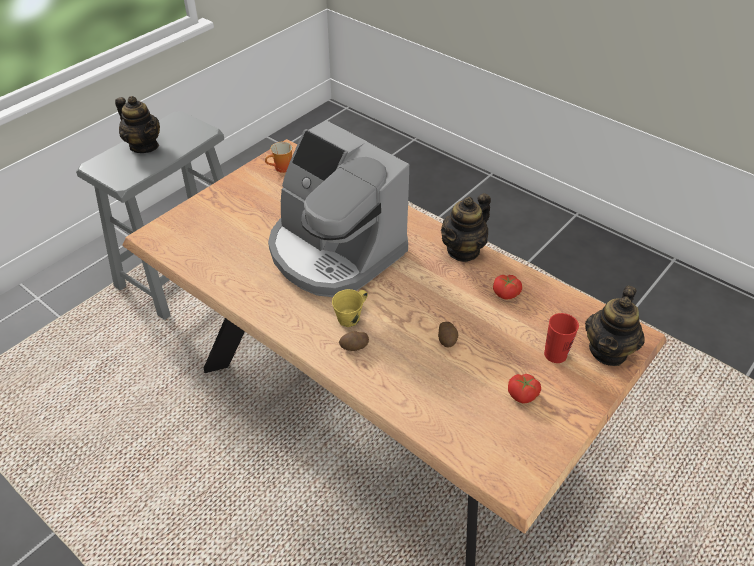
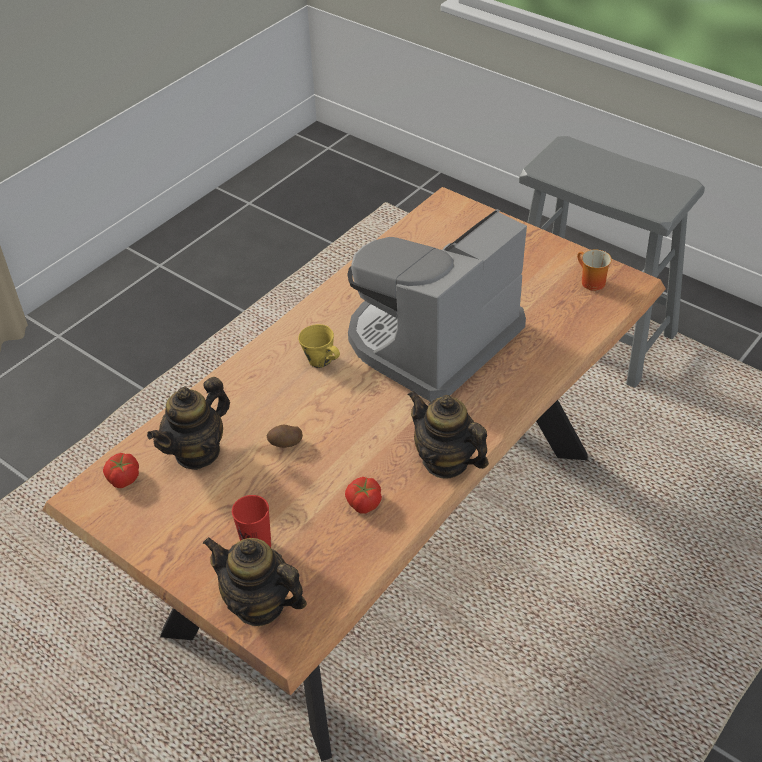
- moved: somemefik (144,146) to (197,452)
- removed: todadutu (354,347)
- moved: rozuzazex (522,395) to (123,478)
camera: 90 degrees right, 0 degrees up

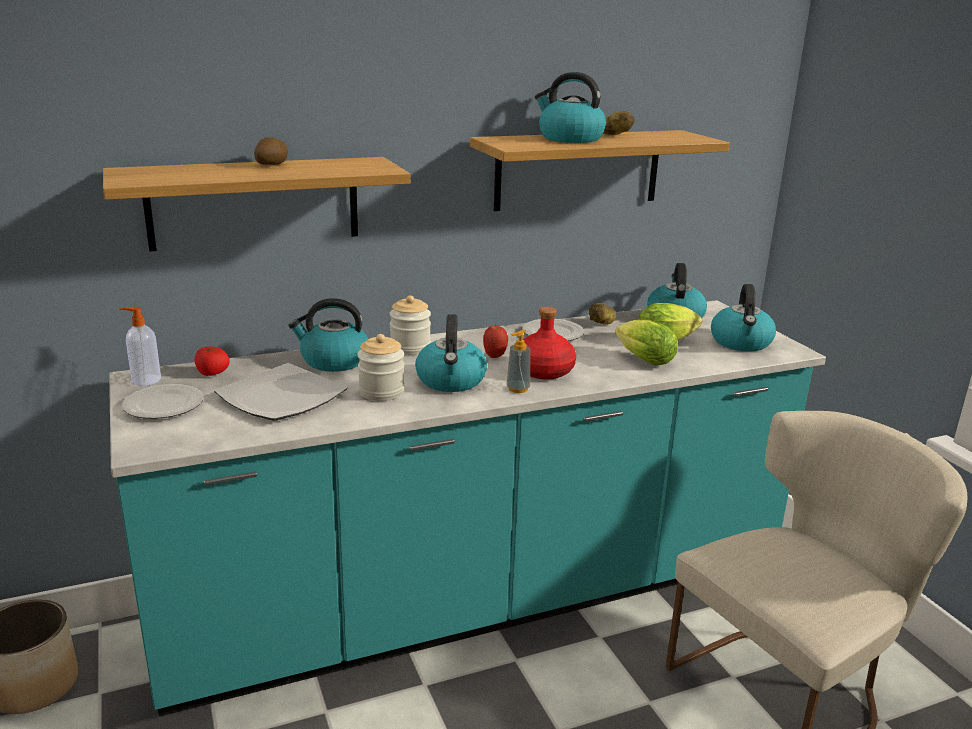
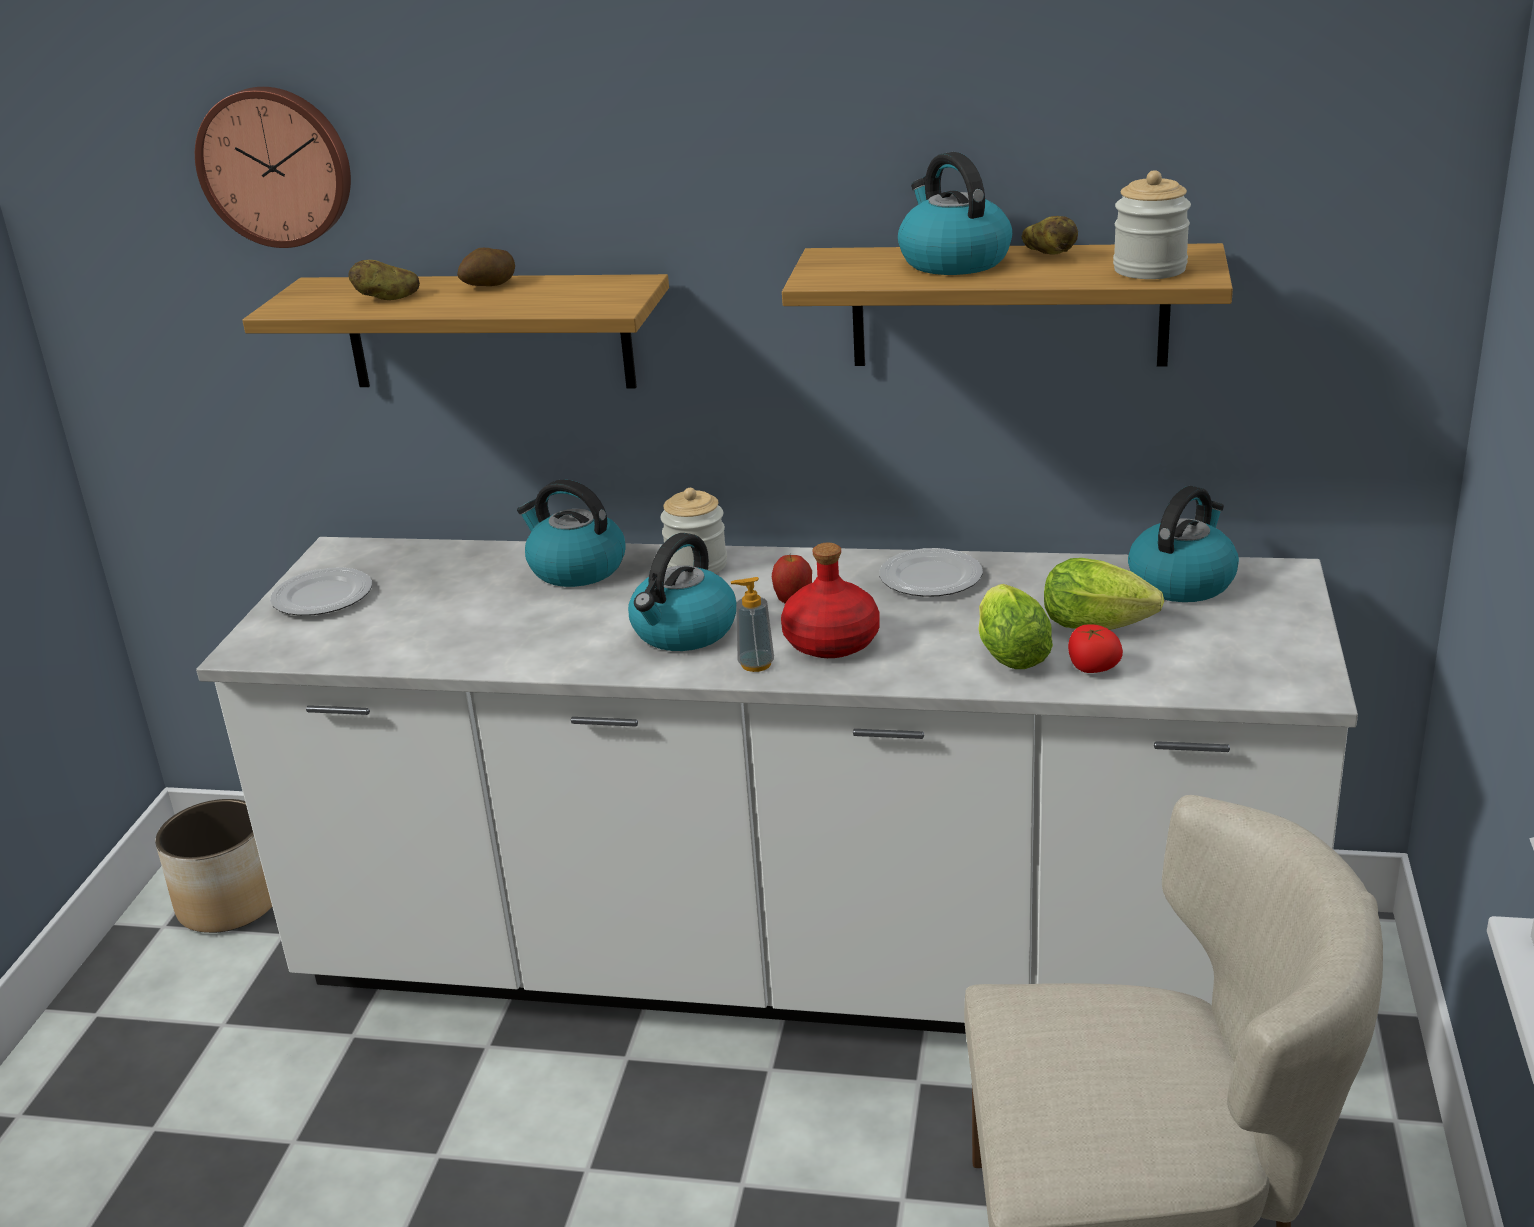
- recoloured: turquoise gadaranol (478,600) to white gadaranol (792,969)
- removed: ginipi (145,380)
- moved: rozuzazex (212,373) to (1092,668)
- removed: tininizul (280,397)
- moved: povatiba (381,392) to (1149,269)
- moved: todadutu (602,323) to (387,298)
- removed: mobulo (741,343)
- added: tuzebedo (277,166)
camera: 35 degrees right, 5 degrees up

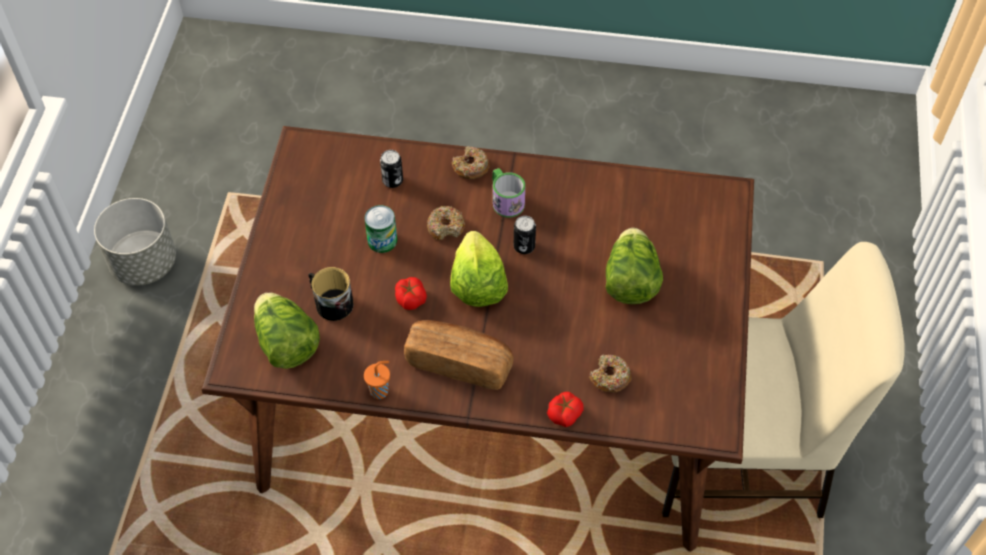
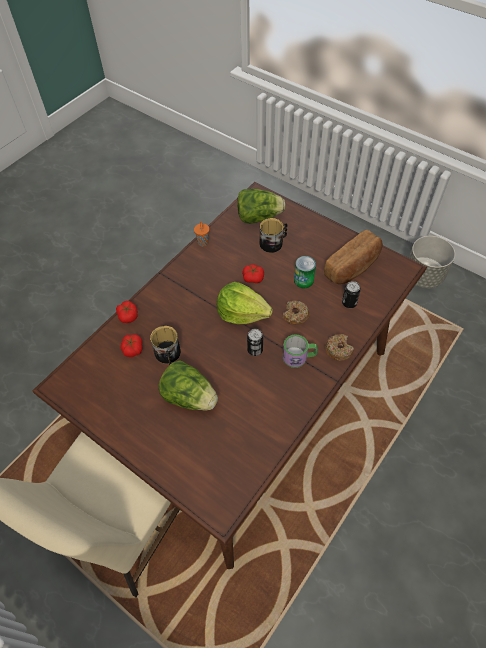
- moved: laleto (459,362) to (353,267)
- replaced: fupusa (610,377) to rozuzazex (132,349)
- added: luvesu (168,355)
camera: 120 degrees right, 0 degrees up

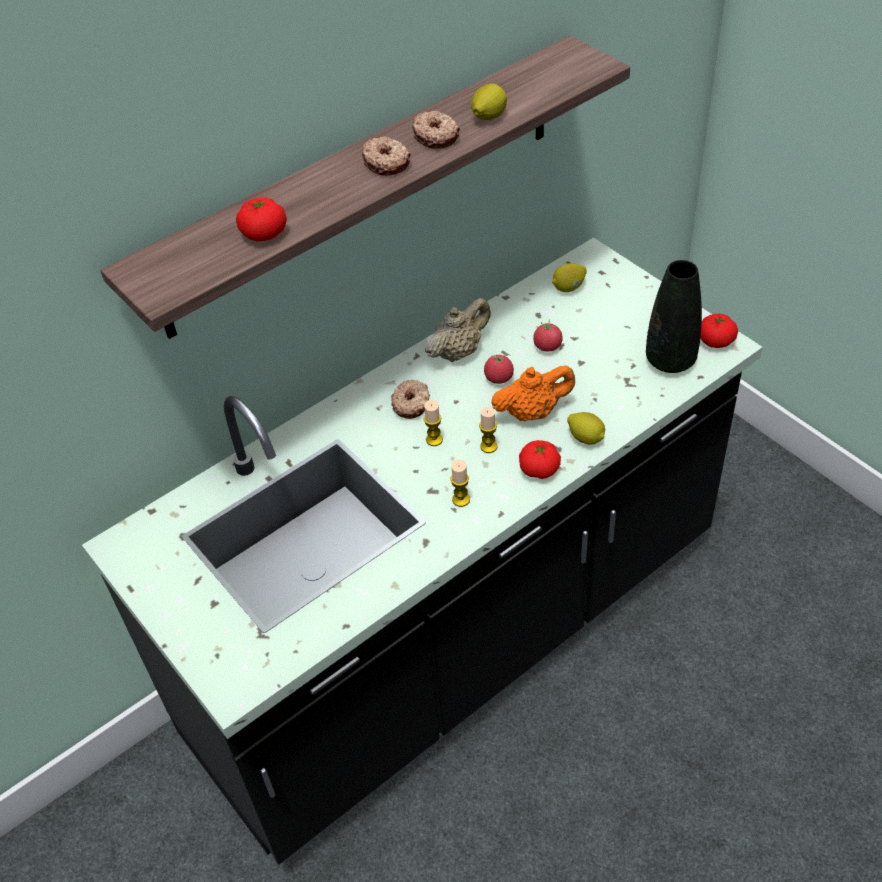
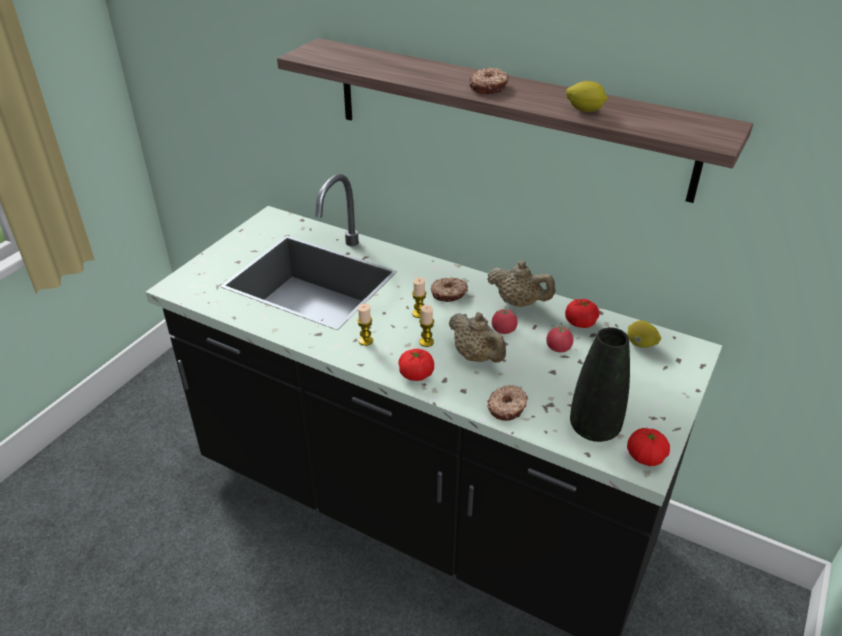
- moved: rozuzazex (264,233) to (580,323)
- moved: fupusa (436,136) to (507,408)
- recoloured: orange somemefik (532,412) to beige somemefik (476,357)
- removed: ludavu (586,438)
camera: 65 degrees right, 10 degrees down

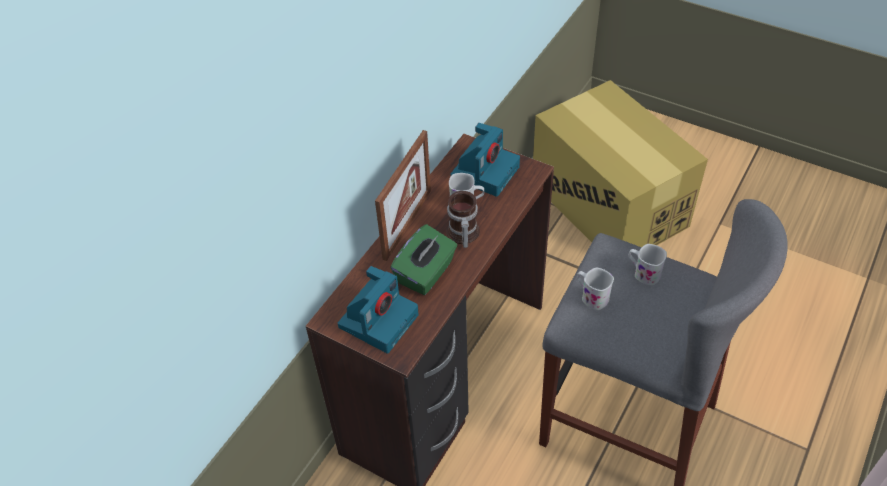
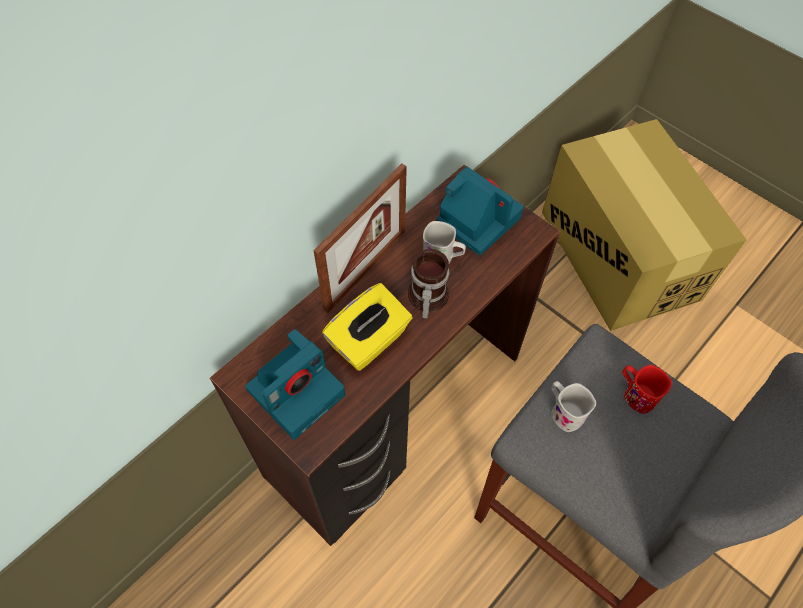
- recoloured: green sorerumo (426,273) to yellow sorerumo (369,341)
- turned: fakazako (485,171) = (476,219) 90 degrees counterclockwise
- recoloured: white luvesu (643,273) to red luvesu (635,394)
camera: 10 degrees right, 10 degrees up

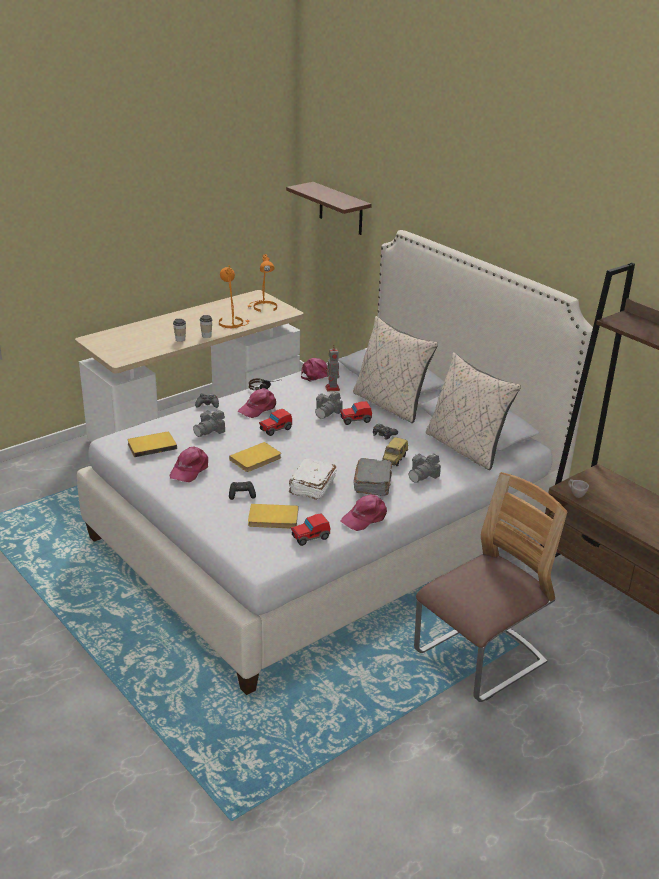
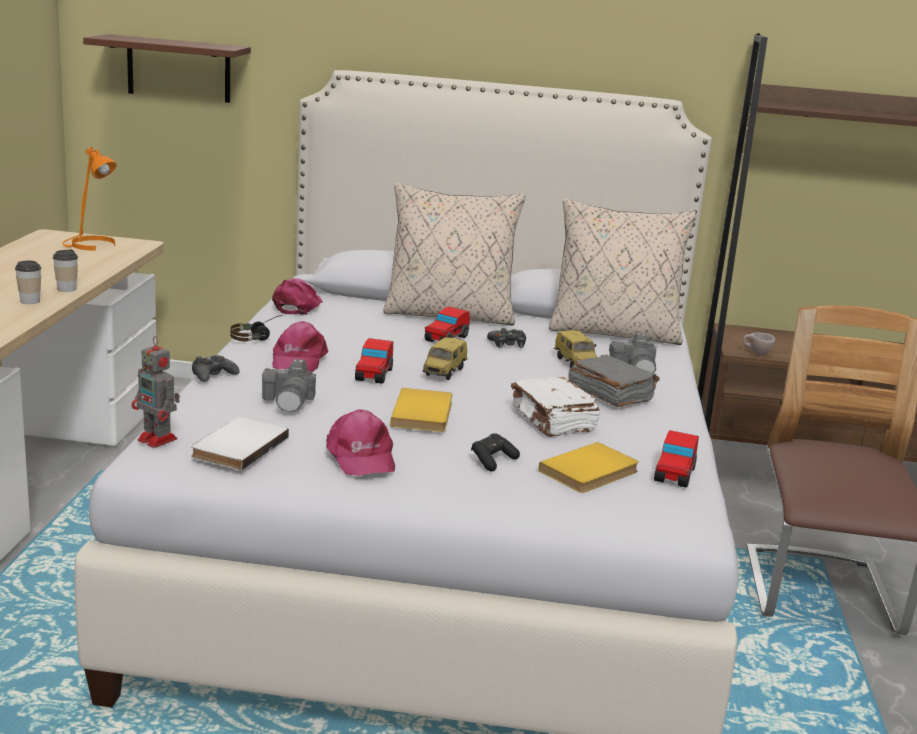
- recoloured: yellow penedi (151,445) to white penedi (237,446)
- removed: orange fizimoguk (232,323)
- removed: fakazako (327,412)
- moved: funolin (332,389) to (158,440)
- removed: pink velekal (365,517)
- added: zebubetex (445,373)
camera: 45 degrees left, 10 degrees down

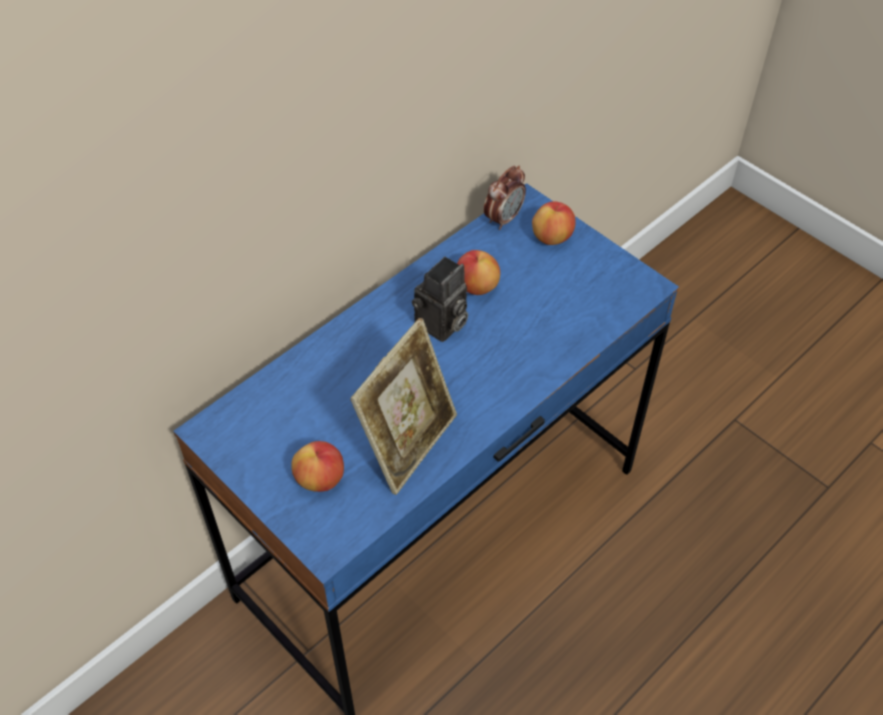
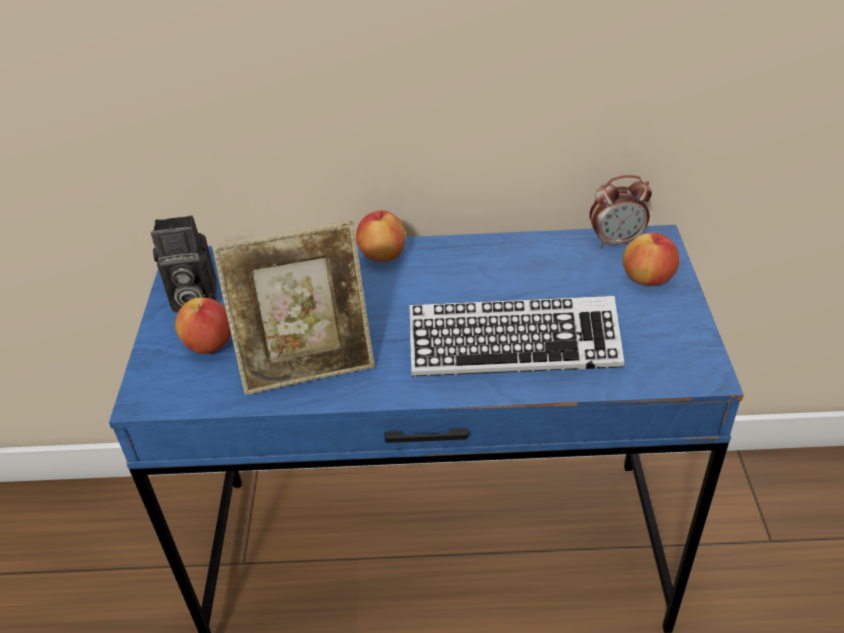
- moved: fakazako (441,326) to (191,299)
- moved: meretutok (476,286) to (382,255)
- added: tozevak (513,346)
camera: 45 degrees right, 10 degrees down

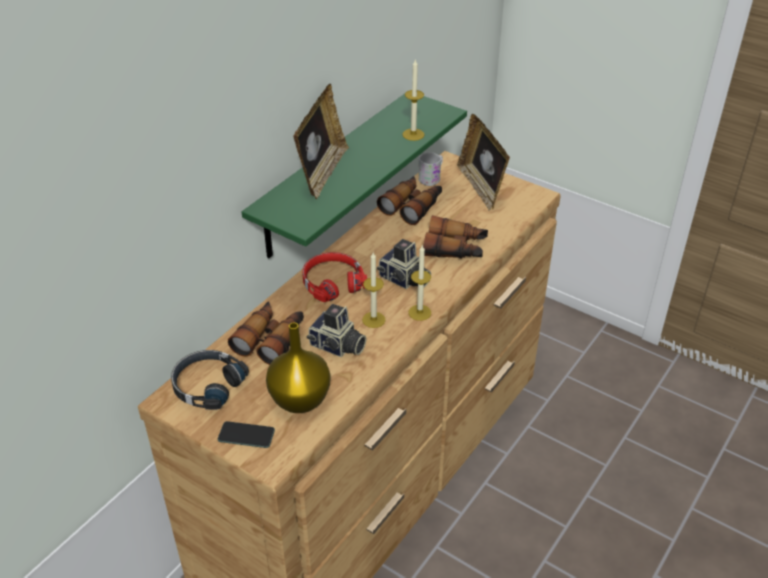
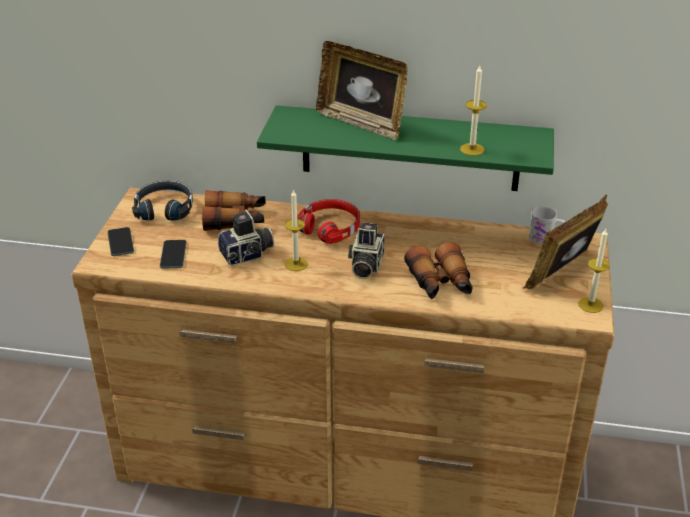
- replaced: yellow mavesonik (299,399) to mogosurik (173,255)
- turned: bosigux (322,173) = (361,122) 45 degrees clockwise
- turned: fakazako (337,346) = (247,255) 120 degrees counterclockwise
- removed: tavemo (412,206)
- moved: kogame (419,312) to (590,305)
camera: 65 degrees right, 5 degrees down

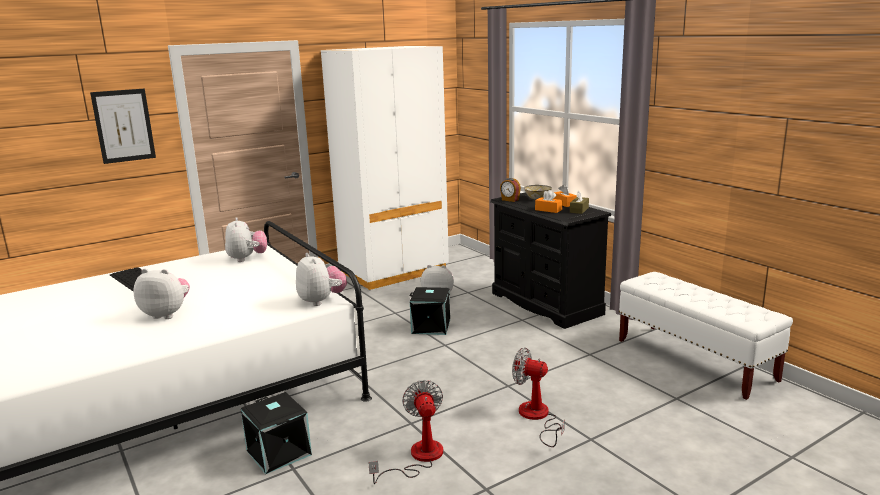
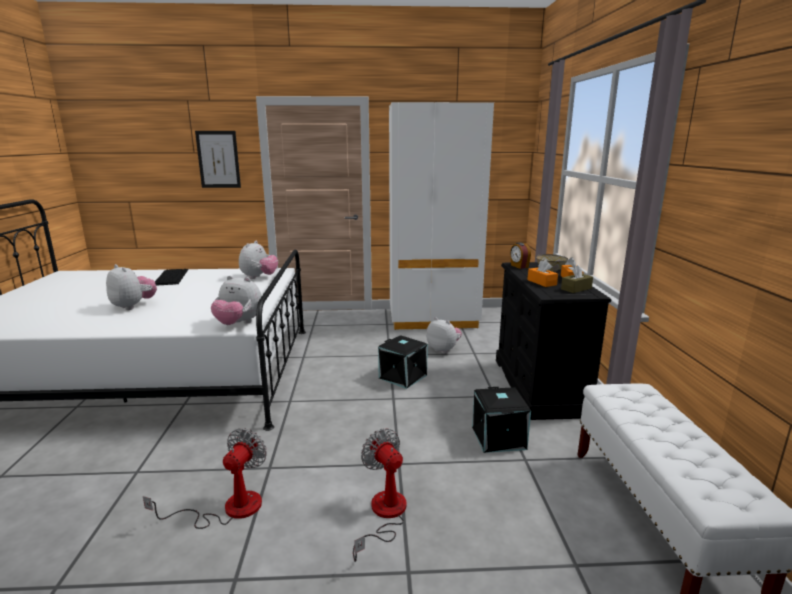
- moved: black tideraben (280,452) to (499,438)
- turned: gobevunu (321,301) = (239,324) 105 degrees clockwise
camera: 30 degrees right, 0 degrees up

